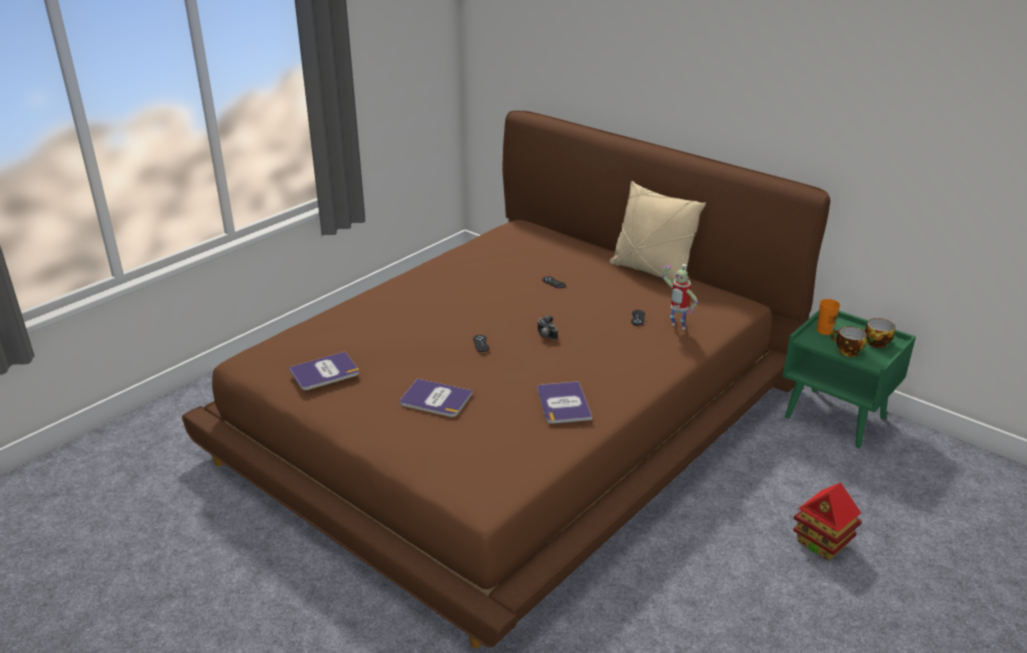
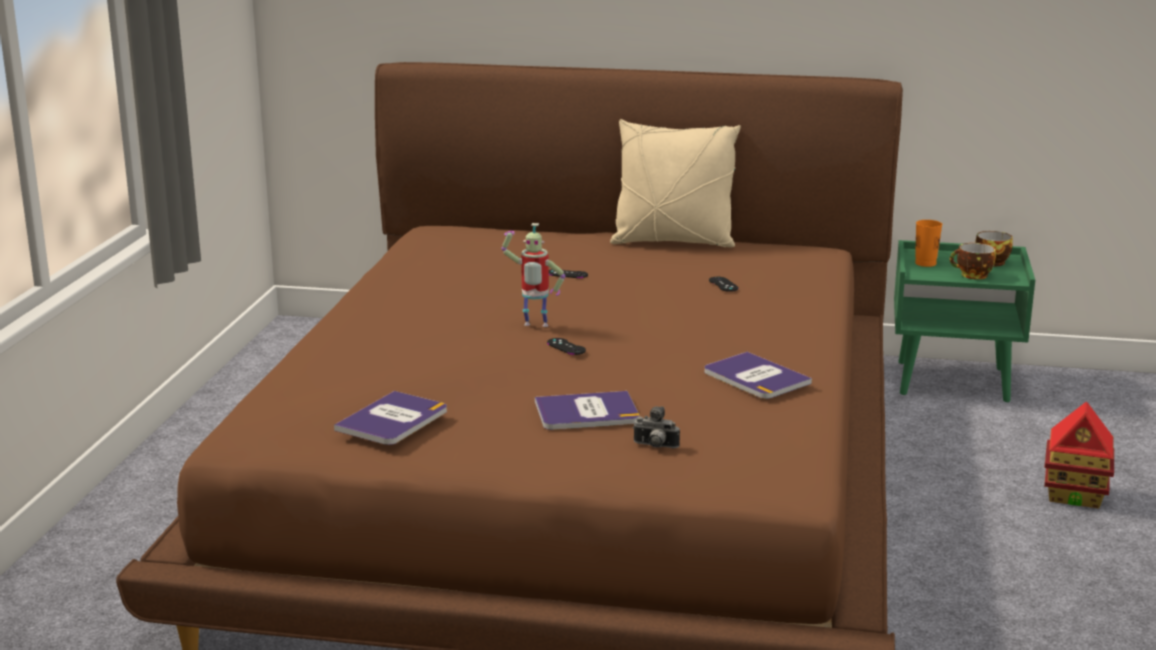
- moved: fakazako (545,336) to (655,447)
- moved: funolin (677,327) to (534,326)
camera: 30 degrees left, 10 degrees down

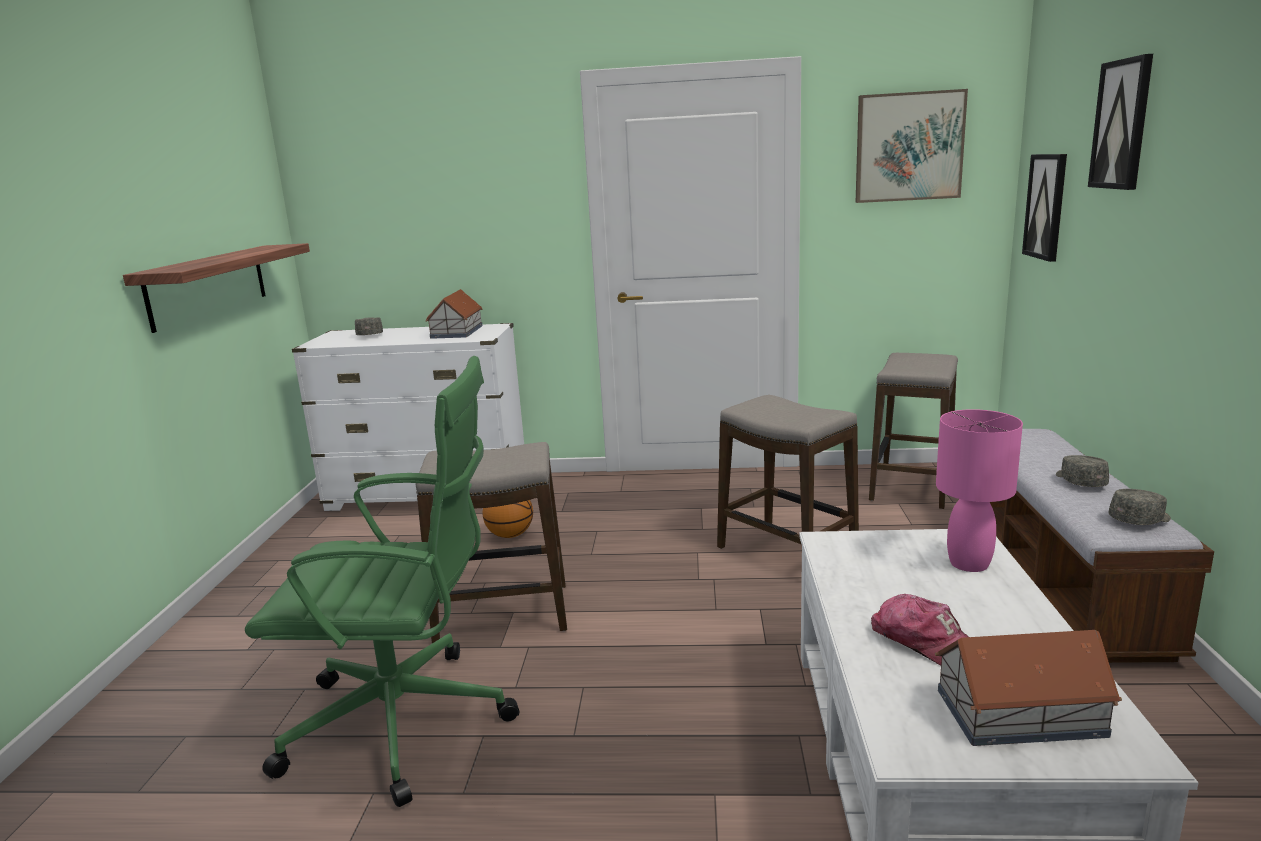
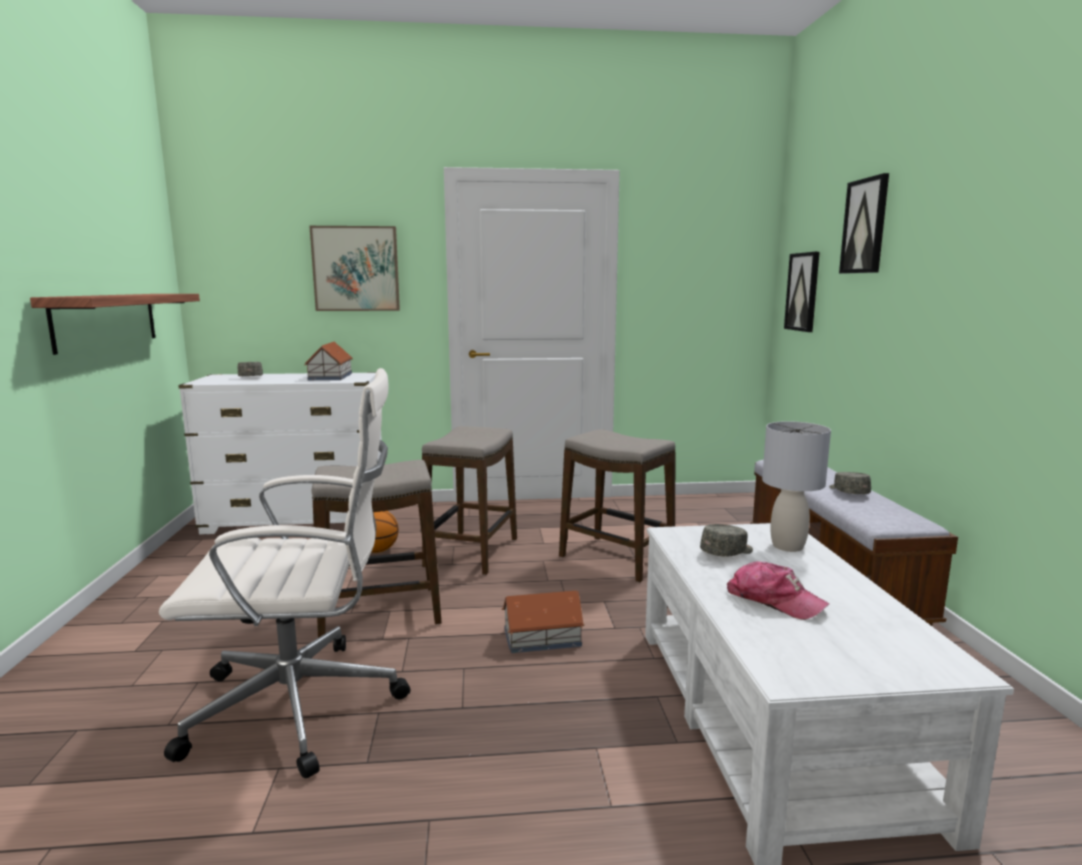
- recoloured: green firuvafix (406,723) to white firuvafix (302,706)
- moved: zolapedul (909,147) to (356,269)
- moved: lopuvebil (911,486) to (471,553)
- moved: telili (1022,713) to (543,637)
- recoloured: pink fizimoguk (968,563) to grey fizimoguk (787,546)
- moved: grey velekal (1140,519) to (727,552)
camera: 10 degrees left, 5 degrees down

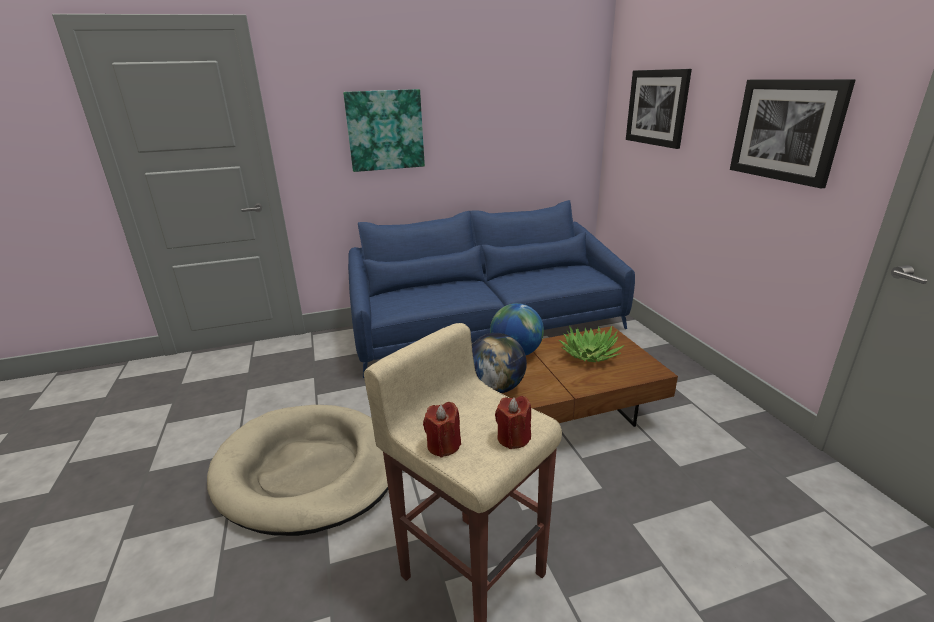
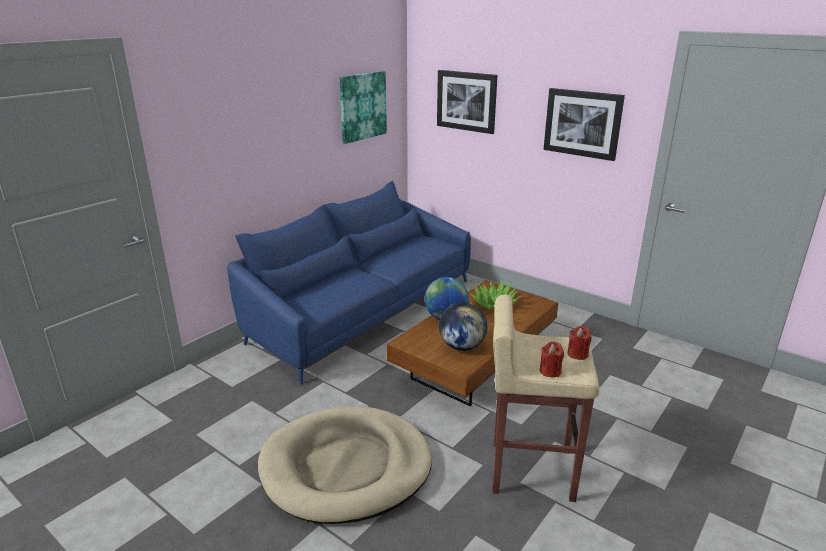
- moved: zolapedul (385,130) to (362,106)
camera: 35 degrees left, 0 degrees up

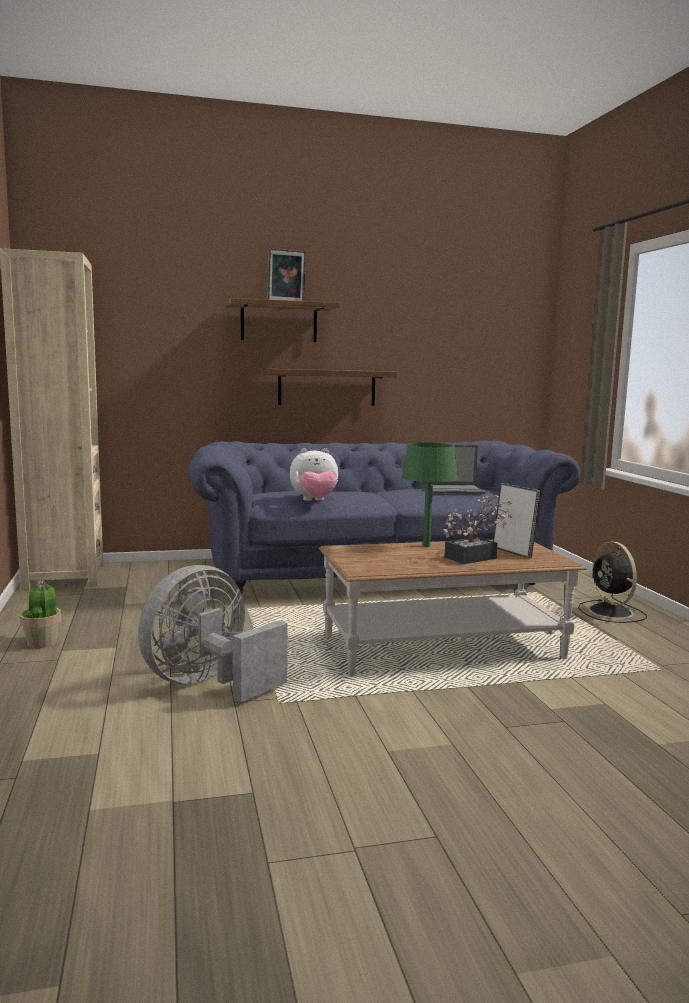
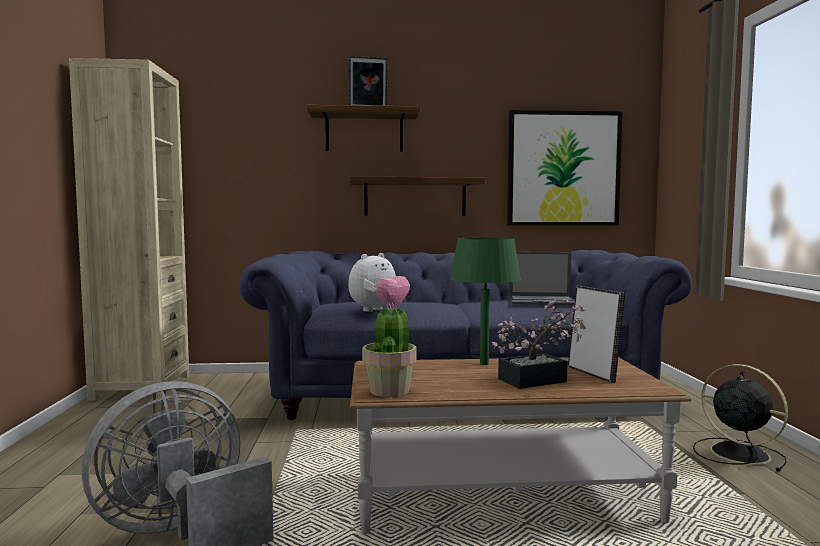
- moved: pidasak (42,642) to (390,390)
- turned: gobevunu (314,501) = (378,311) 45 degrees counterclockwise
- turned: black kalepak (611,612) = (736,453) 150 degrees clockwise
- added: zolapedul (563,169)
camera: 10 degrees right, 5 degrees down

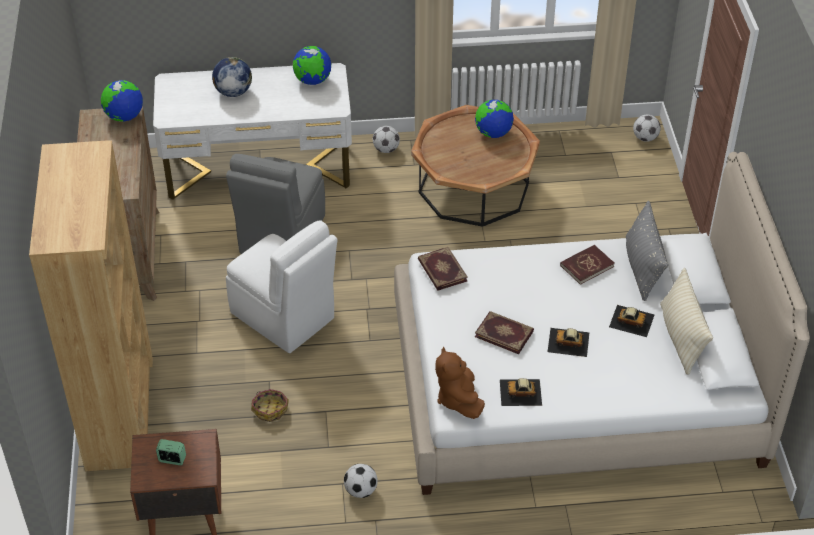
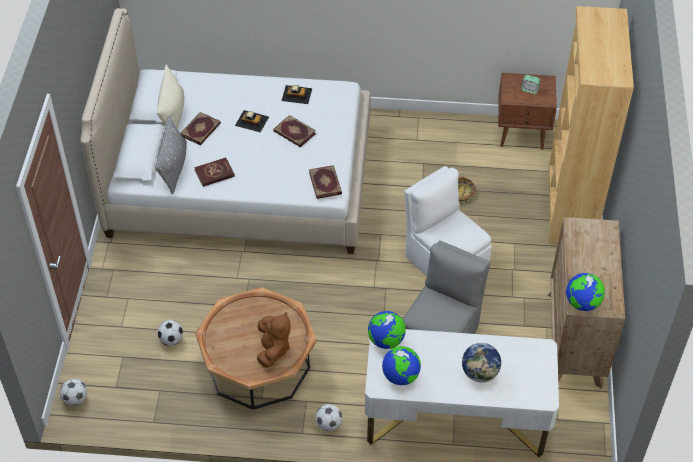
- moved: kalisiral (361,490) to (171,340)
- moved: brown gobevunu (458,399) to (273,349)
- moved: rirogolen (493,133) to (386,340)
- replaced: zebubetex (631,320) to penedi (201,130)
camera: 170 degrees left, 5 degrees up

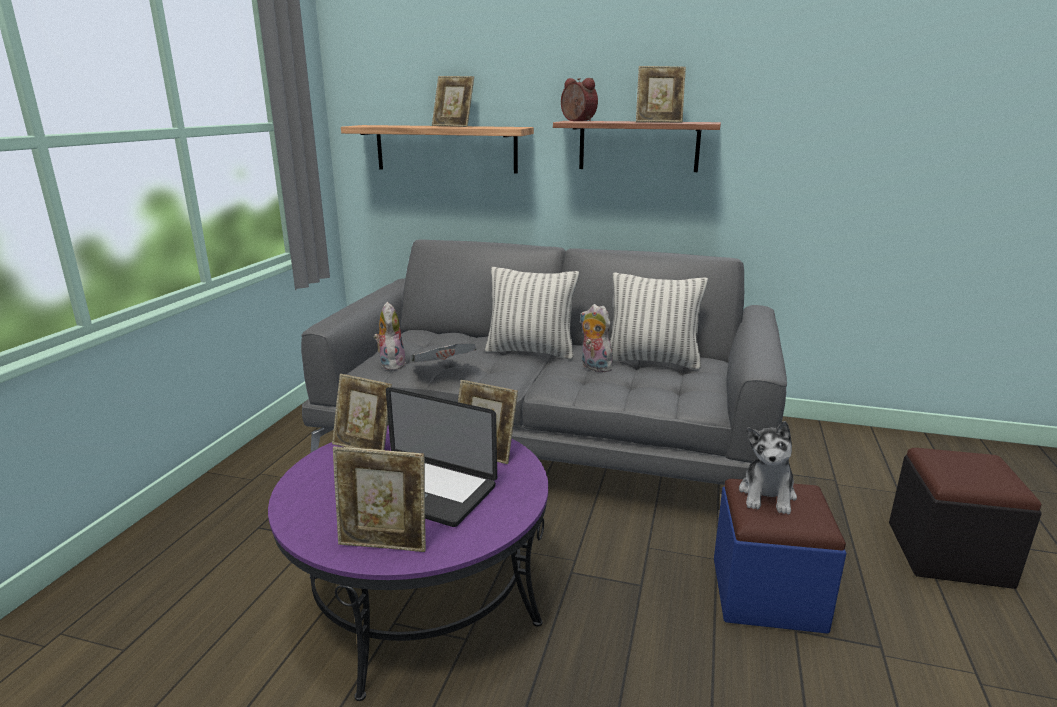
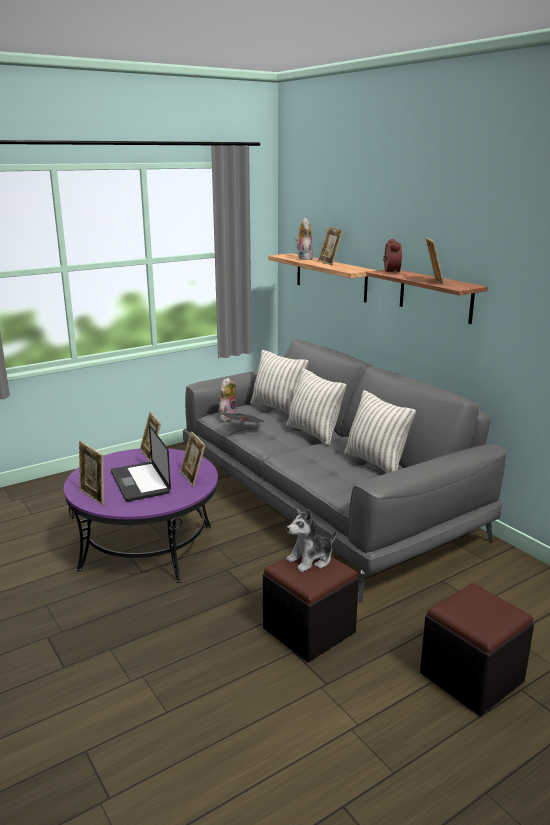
- moved: gobevunu (594,367) to (303,258)
- turned: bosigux (658,122) = (433,281) 135 degrees counterclockwise
- recoloured: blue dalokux (767,594) to black dalokux (309,630)
- added: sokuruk (278,408)
camera: 40 degrees right, 0 degrees up

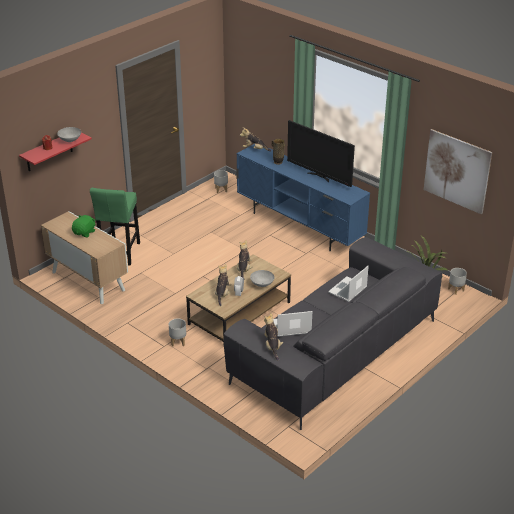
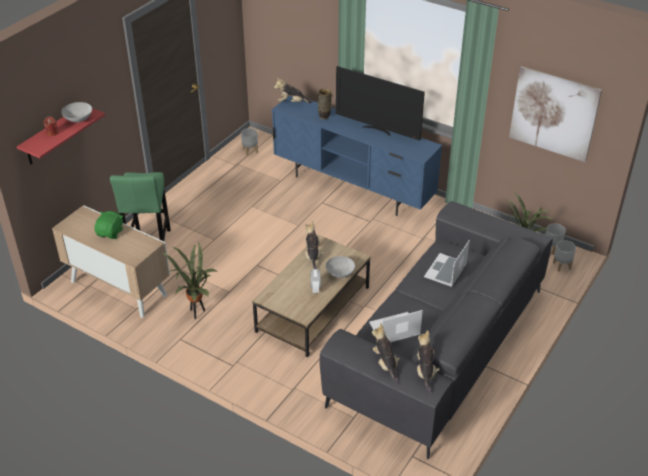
- moved: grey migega (178,341) to (561,265)
- moved: gobevunu (222,294) to (425,372)
- added: pidasak (196,313)
camera: 10 degrees left, 5 degrees up

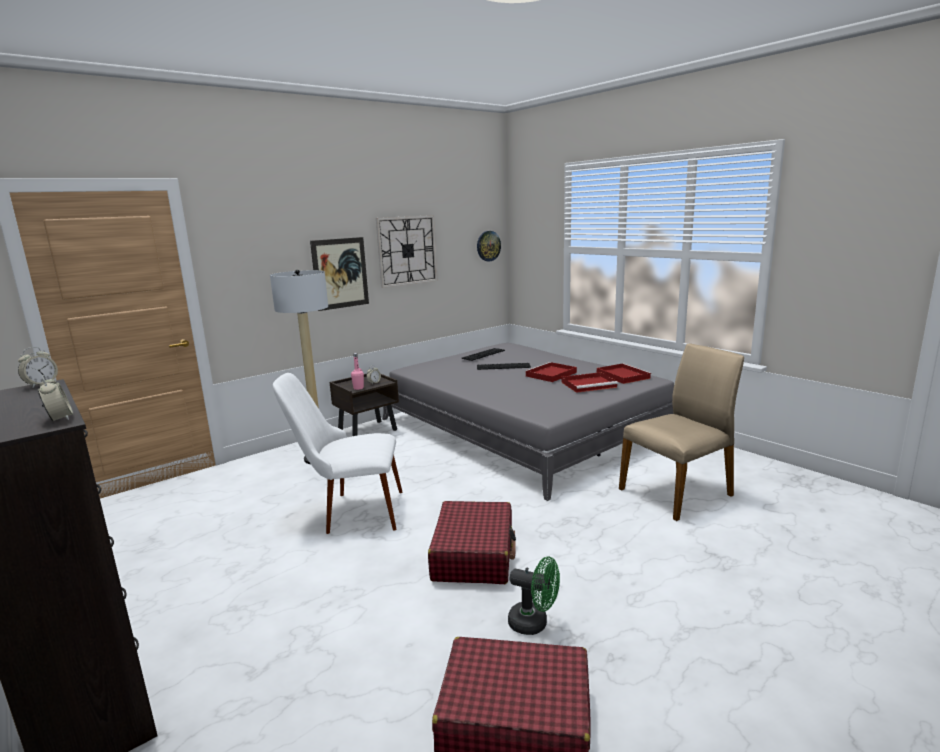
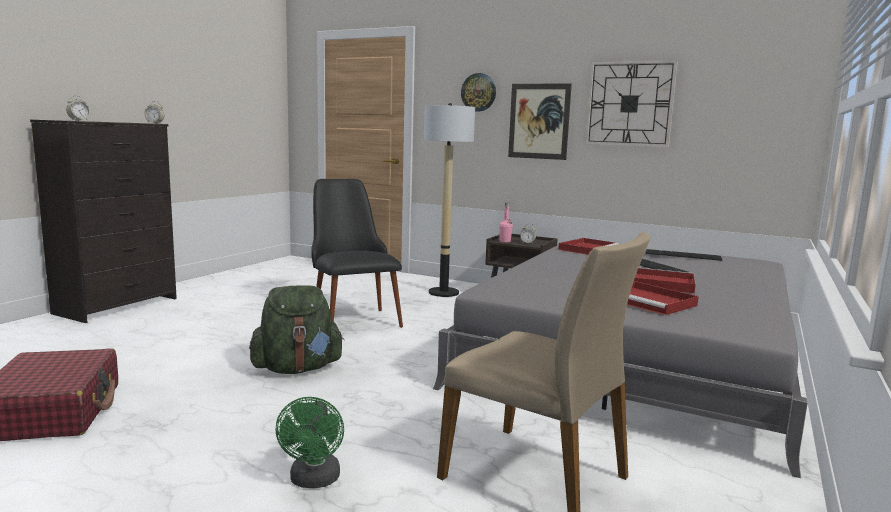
- recoloured: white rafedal (349,512) to black rafedal (351,317)
- replaced: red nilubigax (474,554) to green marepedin (297,369)
- moved: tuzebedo (488,246) to (478,92)
- moved: green kalepak (534,623) to (314,481)
- moved: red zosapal (622,375) to (588,249)
camera: 65 degrees right, 5 degrees down

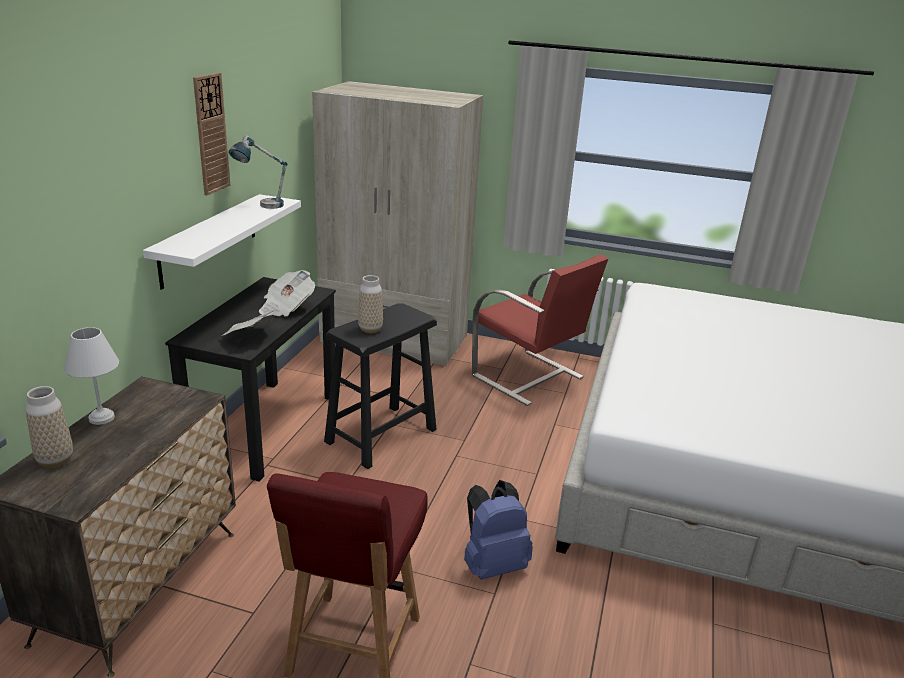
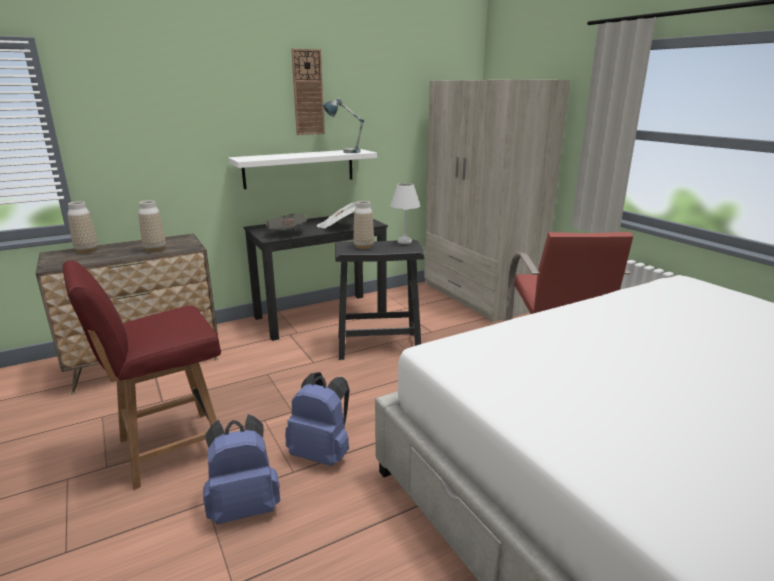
- moved: white fizimoguk (101,417) to (404,241)
- added: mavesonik (155,250)
- added: blue marepedin (244,507)
camera: 45 degrees right, 5 degrees down

